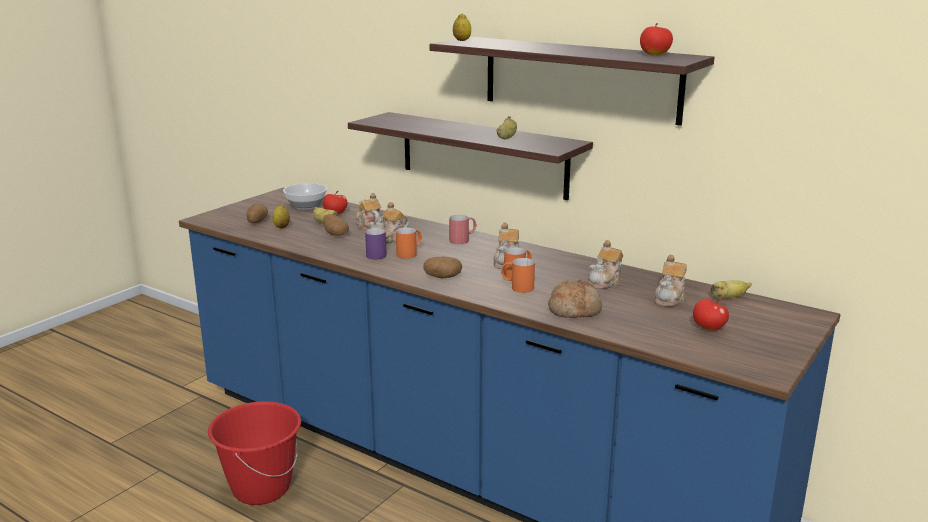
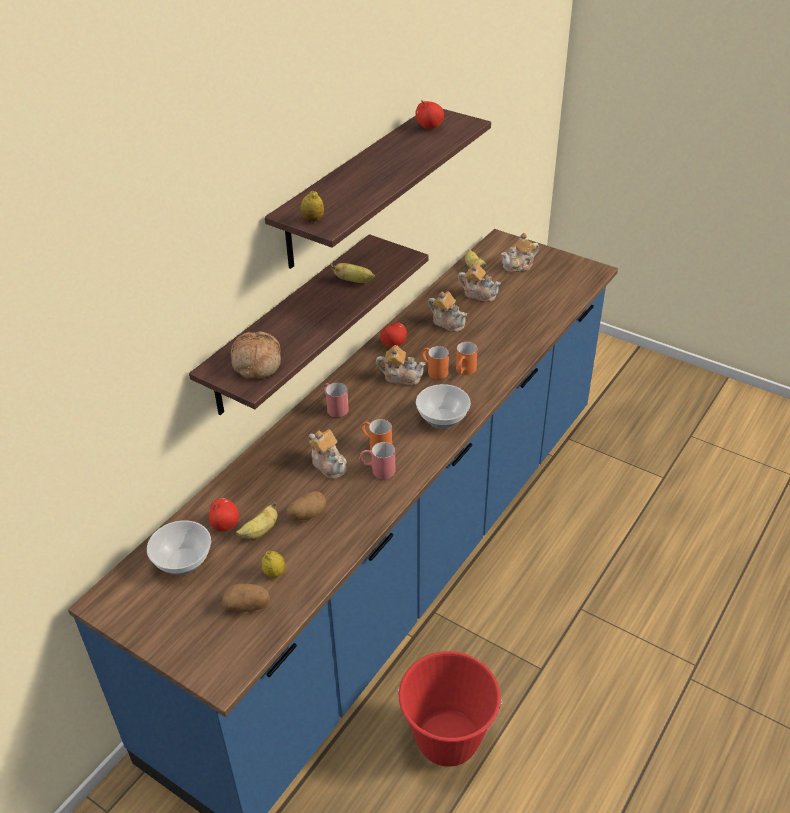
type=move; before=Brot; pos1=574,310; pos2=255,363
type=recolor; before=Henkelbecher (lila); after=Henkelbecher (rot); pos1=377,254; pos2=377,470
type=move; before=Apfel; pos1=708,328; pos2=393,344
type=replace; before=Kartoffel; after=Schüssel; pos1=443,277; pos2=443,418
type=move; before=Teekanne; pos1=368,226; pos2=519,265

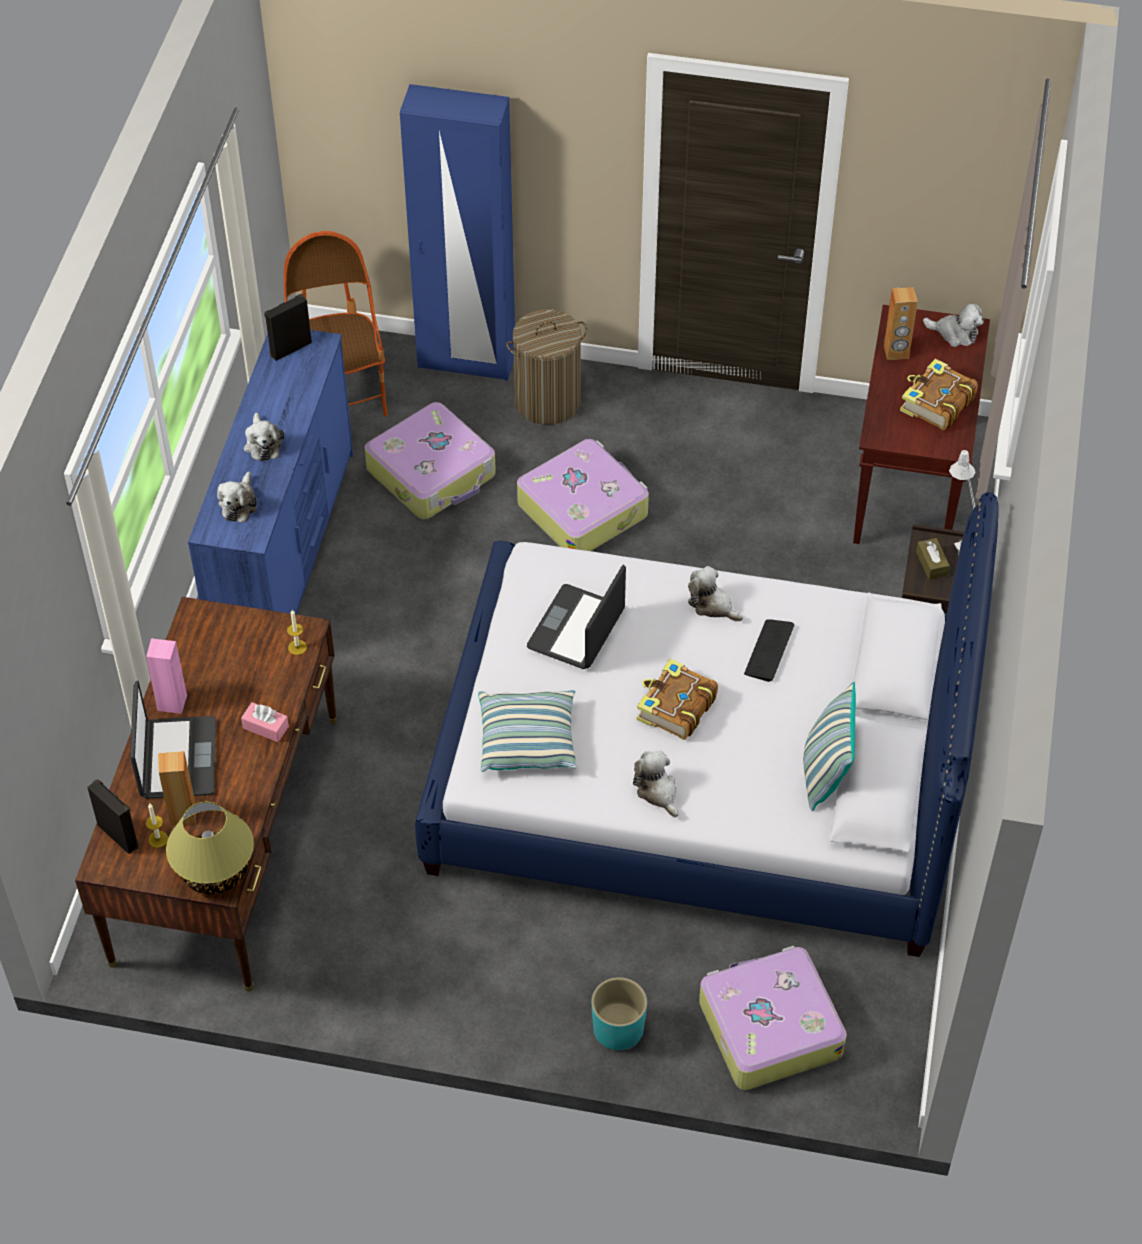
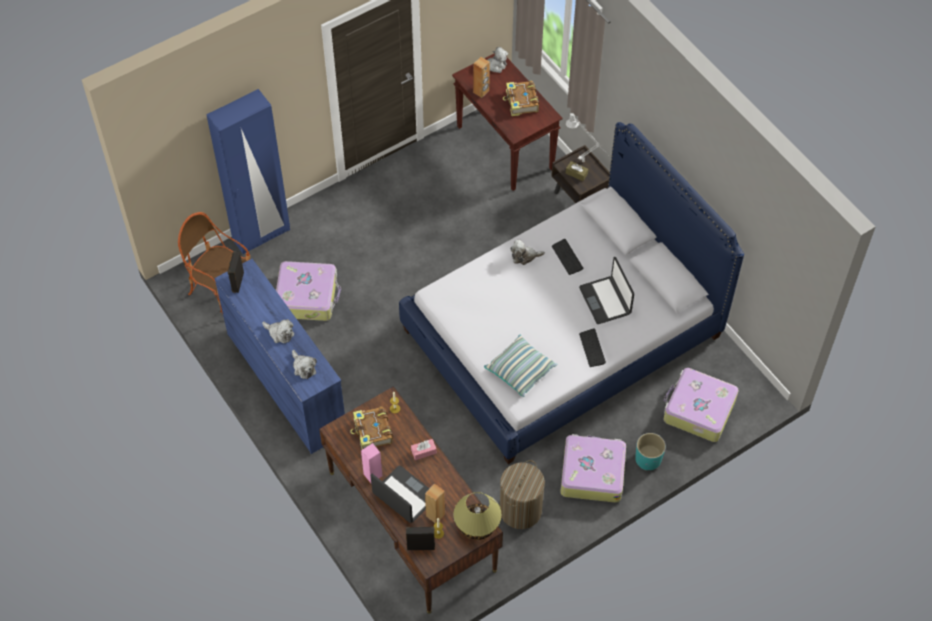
type=move; before=Buch; pos1=675,708; pos2=372,432
type=move; before=Wäschekorb; pos1=547,401; pos2=520,510
type=move; before=Koffer; pos1=583,509; pos2=592,473
type=move; before=Laptop; pos1=577,629; pos2=605,300
type=replace; before=Plüschtier; after=Tastatur; pos1=657,791; pos2=592,348
type=delete; before=Kissen; pos1=825,772

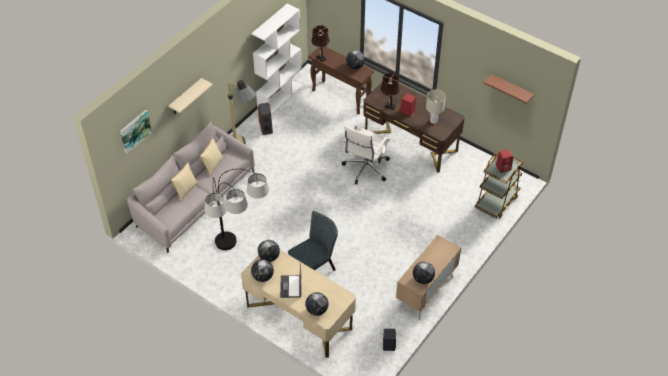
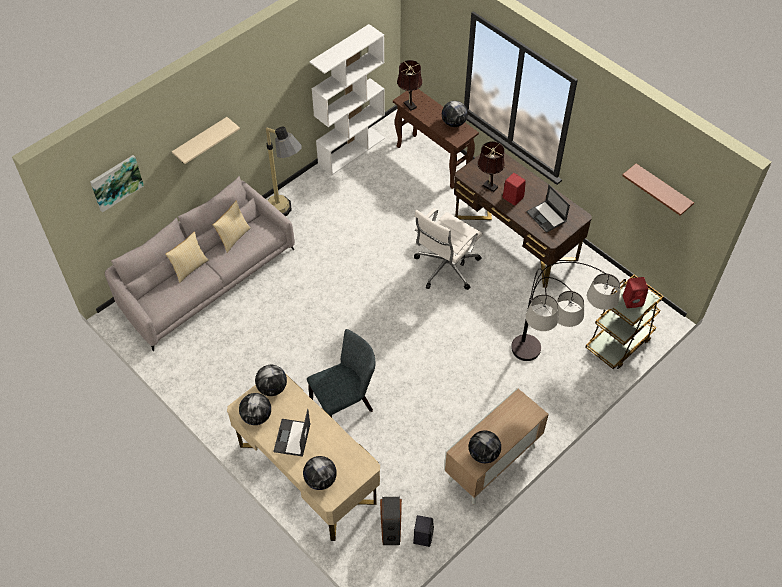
type=move; before=Lautsprecher; pos1=266,127; pos2=391,529
type=move; before=Stehlampe; pos1=238,259; pos2=542,377
type=replace; before=Tischlampe (beige); after=Laptop; pos1=433,121; pos2=546,217

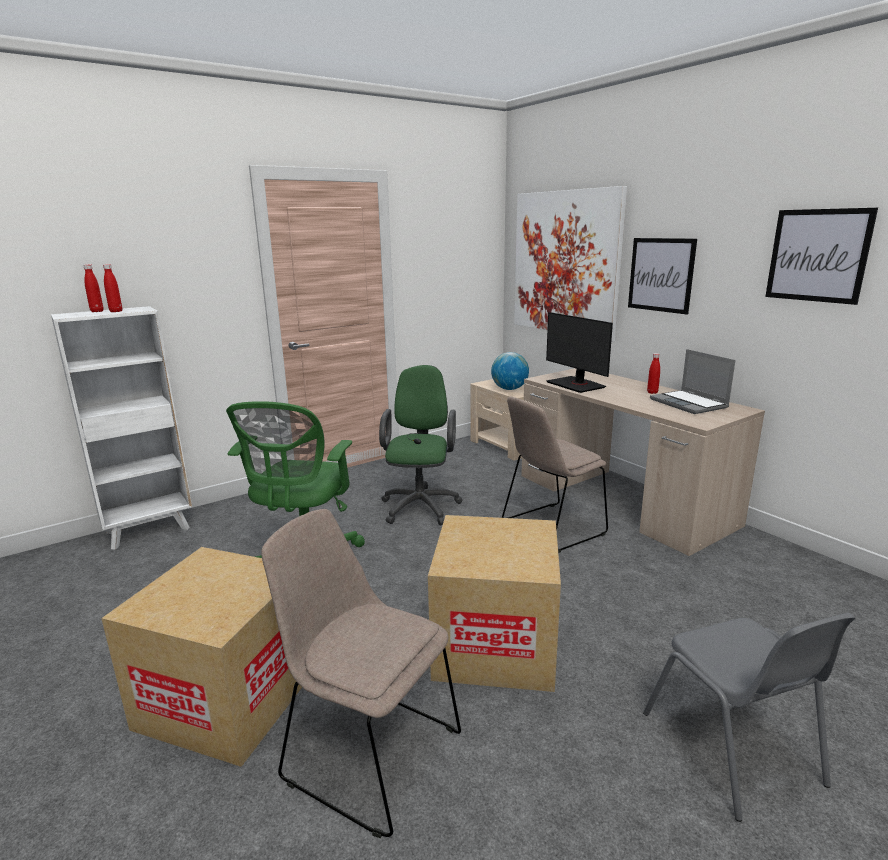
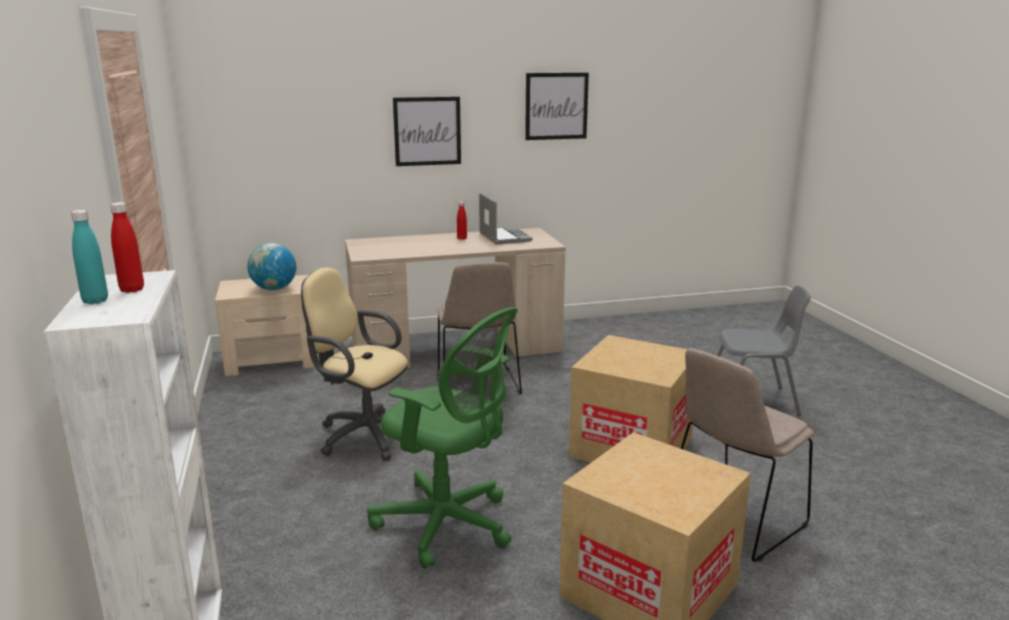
type=recolor; before=Flasche (rot); after=Flasche (türkis); pos1=97,311; pos2=95,301
type=recolor; before=Bürostuhl (grün); after=Bürostuhl (beige); pos1=421,505; pos2=363,435
type=rotate; before=Laptop; pos1=689,404; pos2=503,237; turn=-105
type=delete; before=Bild; pos1=566,263
type=delete; before=Monitor; pos1=576,385

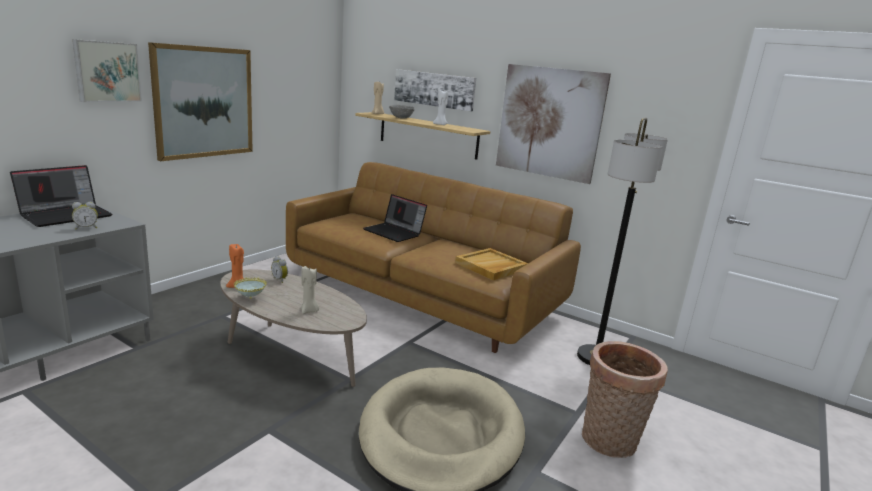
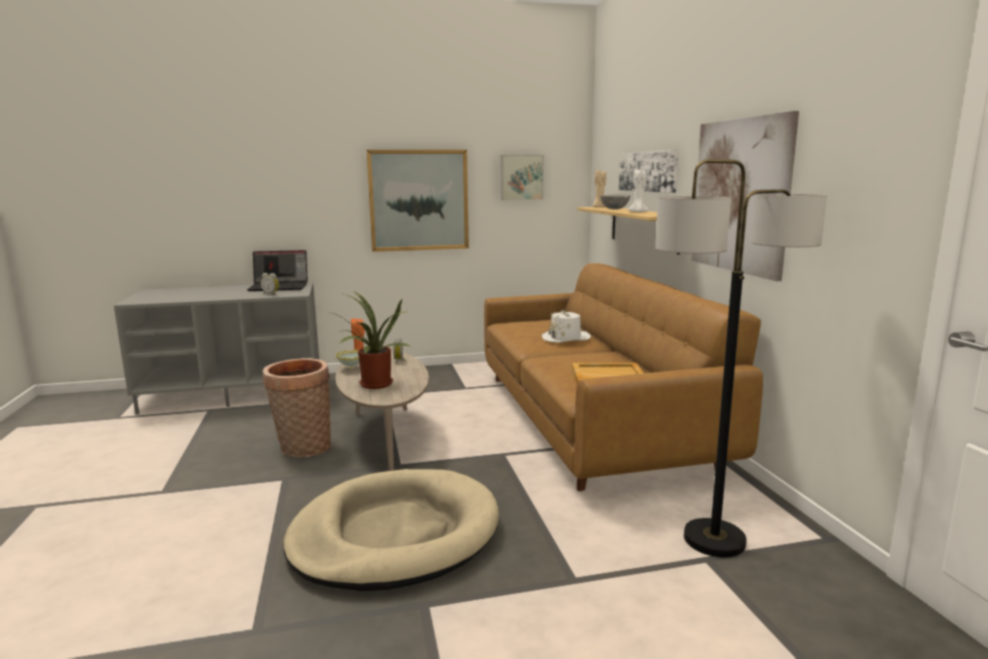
type=move; before=Korb; pos1=609,443; pos2=303,449
type=replace; before=Kerze (beige); after=Topfpflanze; pos1=309,311; pos2=373,385
type=move; before=Bild; pos1=107,71; pos2=521,177
type=replace; before=Laptop; after=Hut (weiß); pos1=394,232; pos2=566,338

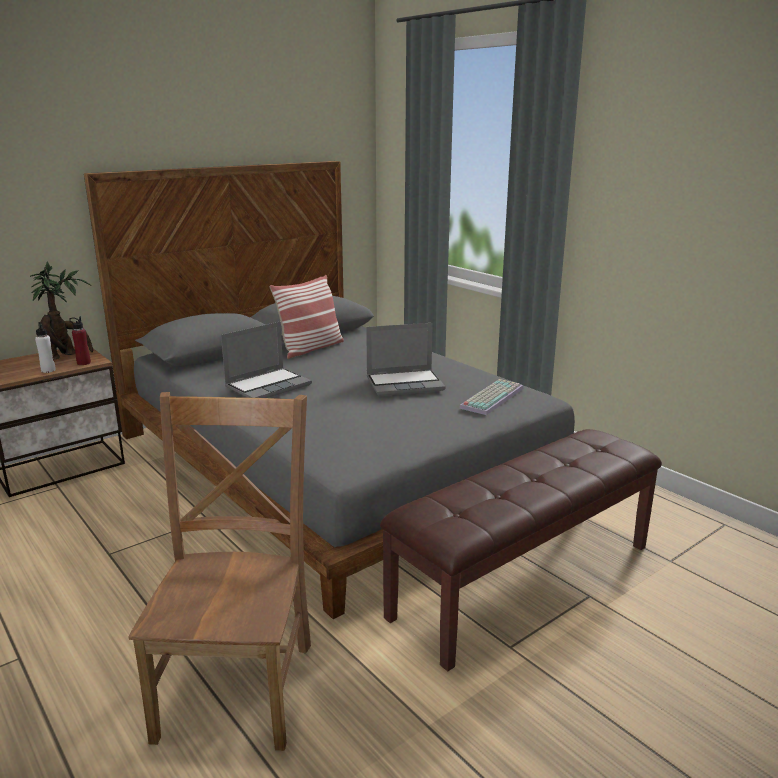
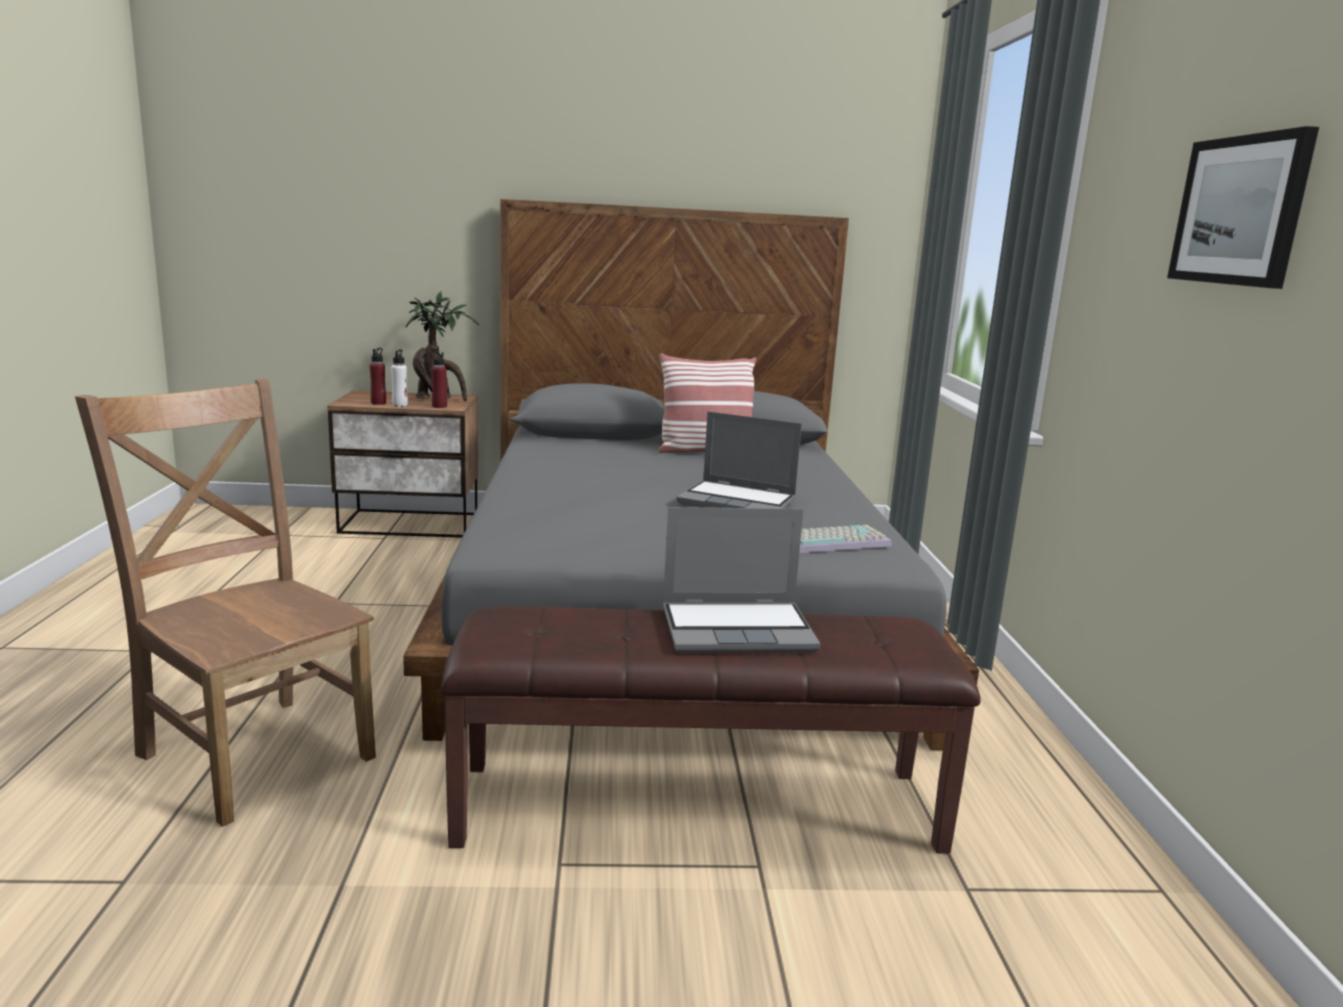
type=rotate; before=Stuhl (braun); pos1=238,684; pos2=253,752; turn=-90
type=insert; after=Flasche (rot); pos2=378,403
type=move; before=Laptop; pos1=268,386; pos2=739,629
type=insert; after=Bild; pos2=1240,211

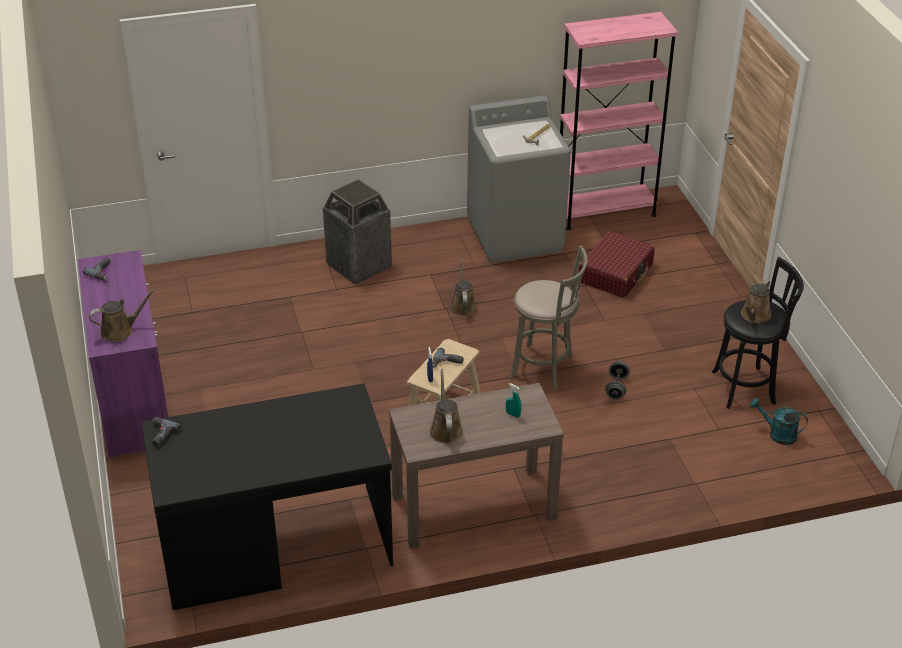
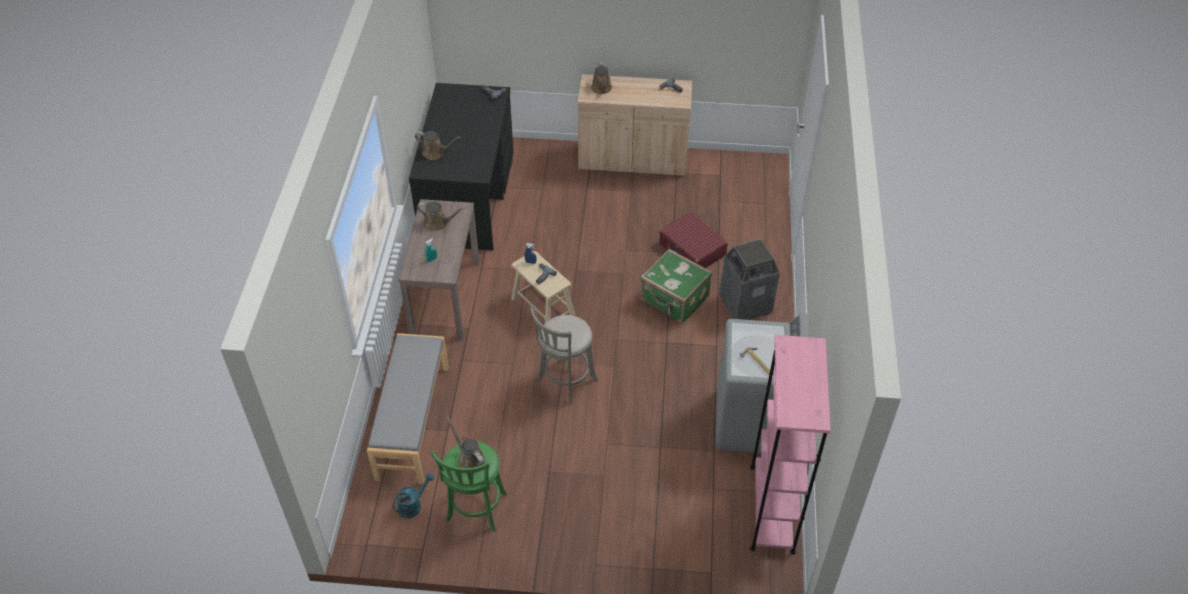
type=insert; after=Bank (grau); pos2=412,422
type=move; before=Gießkanne (braun); pos1=462,305; pos2=435,153
type=recolor; before=Hocker (schwarz); after=Hocker (grün); pos1=747,387; pos2=475,510
type=recolor; before=Schrank (lila); after=Schrank (beige); pos1=134,401; pos2=632,159
type=insert; after=Koffer (grün); pos2=674,300
type=move; before=Koffer (rot); pos1=616,273; pos2=692,250
type=delete; before=Hantel (grau); pos1=616,387

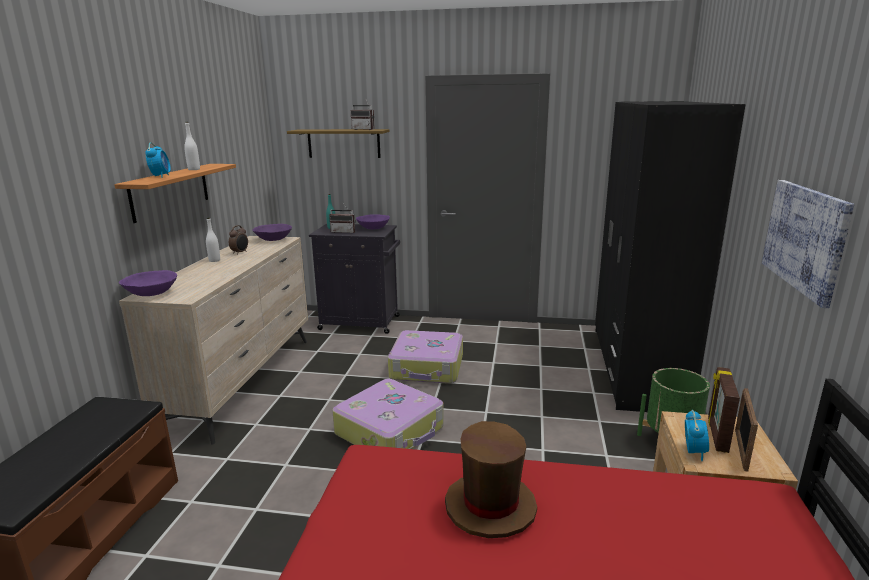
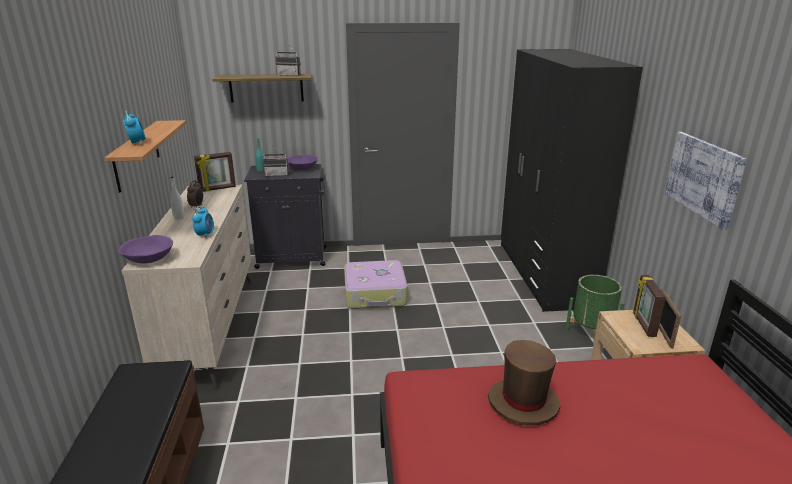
type=move; before=Wecker; pos1=693,451; pos2=205,235
type=replace; before=Schüssel (lila); after=Bilderrahmen; pos1=273,239; pos2=217,189
type=delete; before=Flasche (weiß); pos1=194,169
type=delete; before=Koffer; pos1=391,431

